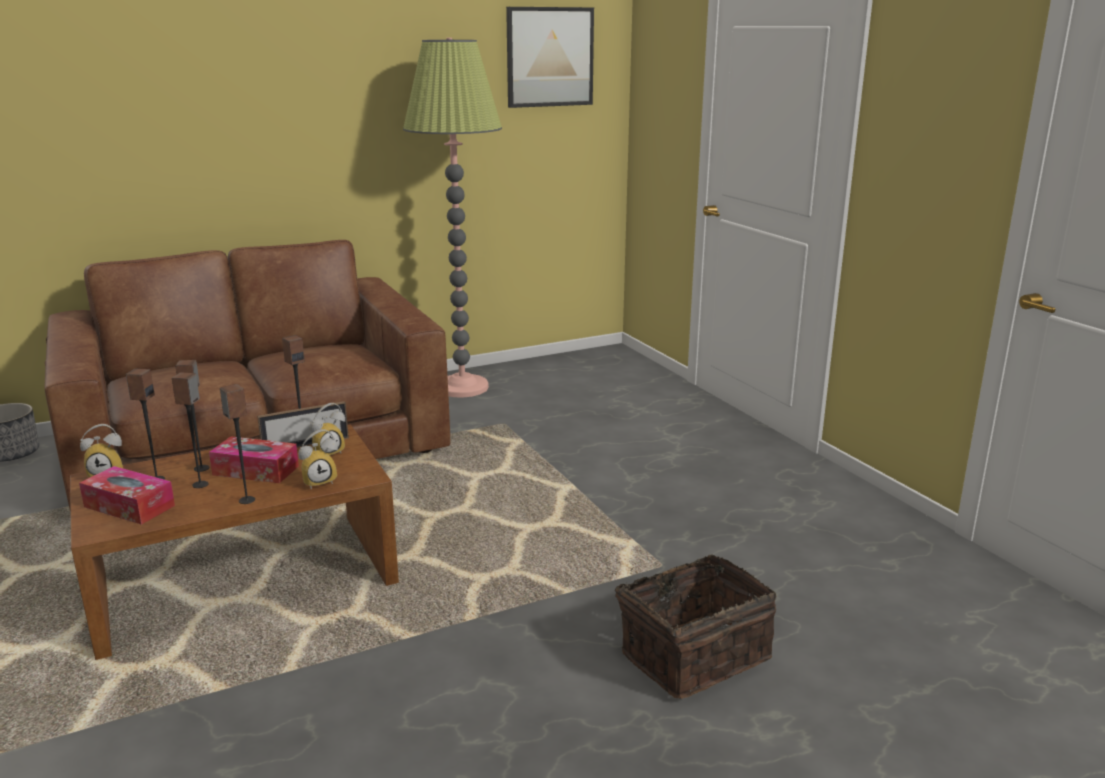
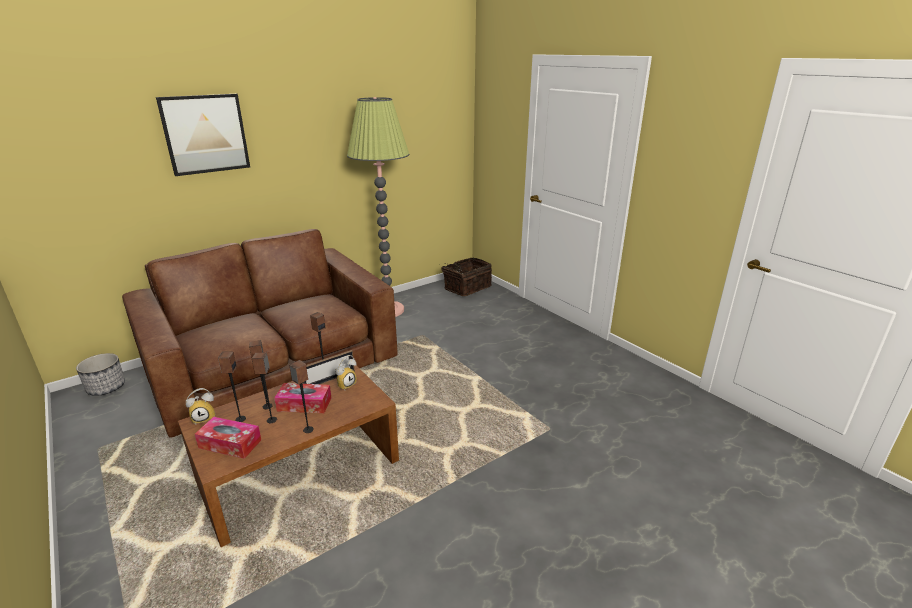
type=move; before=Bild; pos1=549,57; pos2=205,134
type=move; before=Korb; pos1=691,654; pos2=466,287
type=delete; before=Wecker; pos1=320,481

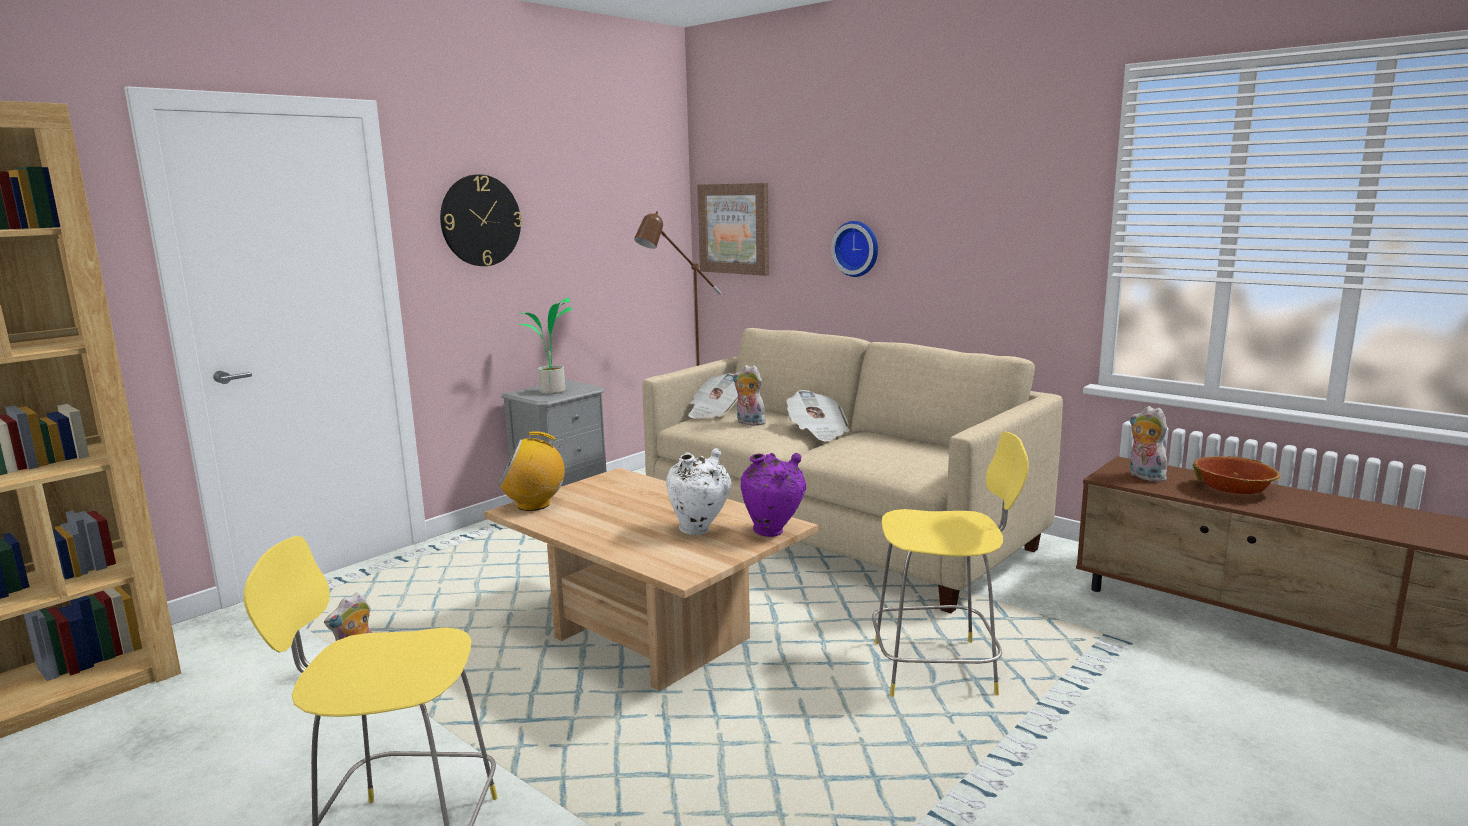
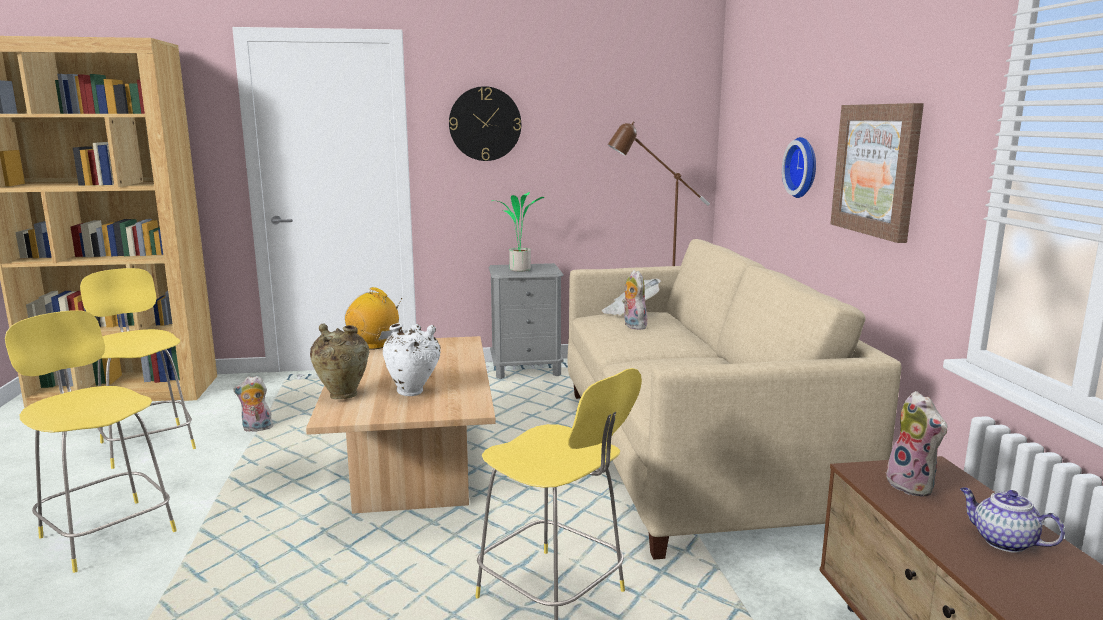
type=insert; after=Hocker (gelb); pos2=147,444
type=insert; after=Vase (beige); pos2=343,395
type=move; before=Bild; pos1=734,228; pos2=876,169
type=rotate; before=Plüschtier; pos1=1144,476; pos2=913,486; turn=150
type=replace; before=Schüssel; after=Teekanne; pos1=1233,489; pos2=1003,541
type=delete; before=Vase (lila); pos1=773,532
type=delete; before=Zeitung; pos1=817,432

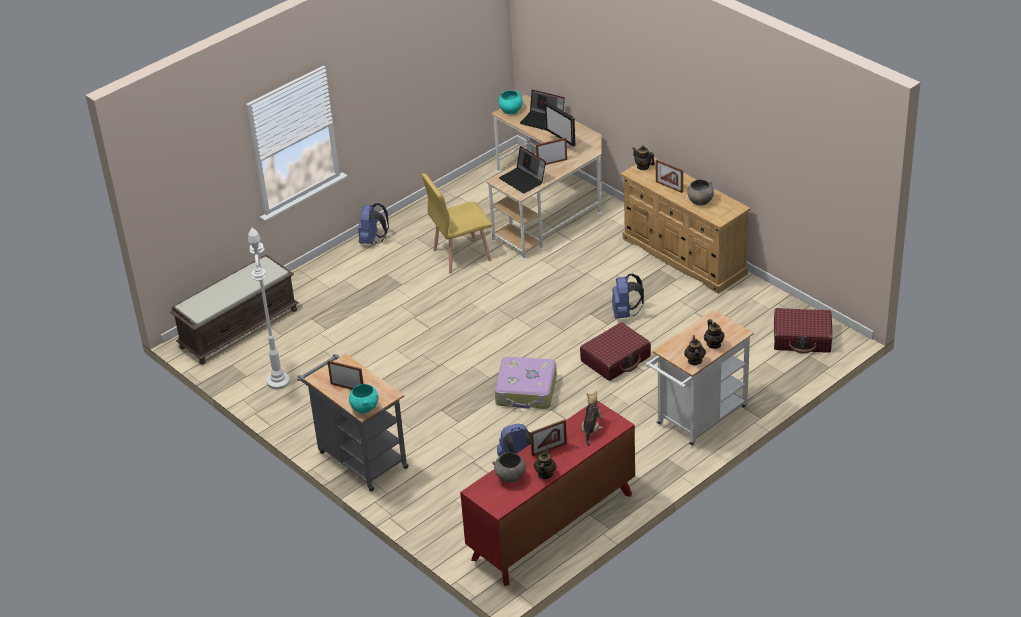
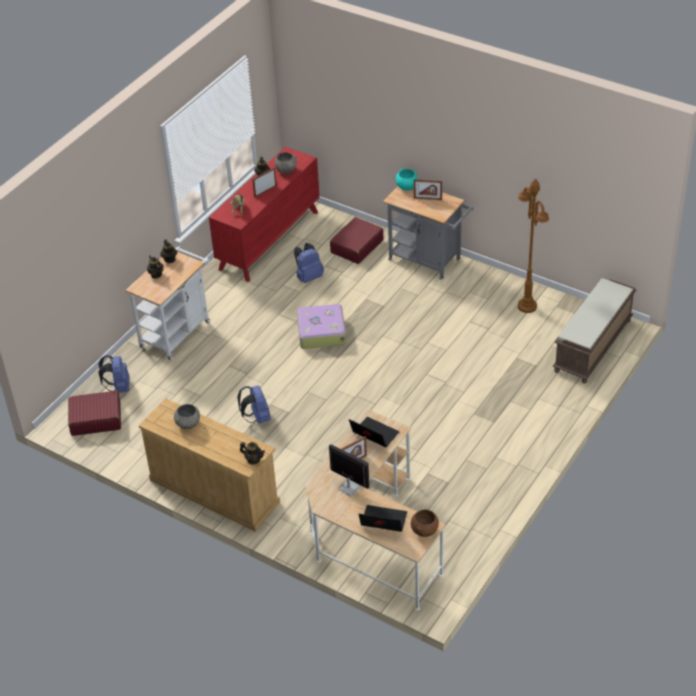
type=move; before=Rucksack (blau); pos1=373,240; pos2=118,387
type=move; before=Koffer (rot); pos1=616,359; pos2=356,246
type=recolor; before=Schüssel (türkis); after=Schüssel (braun); pos1=510,111; pos2=425,531
type=recolor; before=Stehlampe (weiß); after=Stehlampe (braun); pos1=278,382; pos2=527,306
type=delete; before=Stuhl (gelb); pos1=461,255
type=delete; before=Bilderrahmen; pos1=669,187

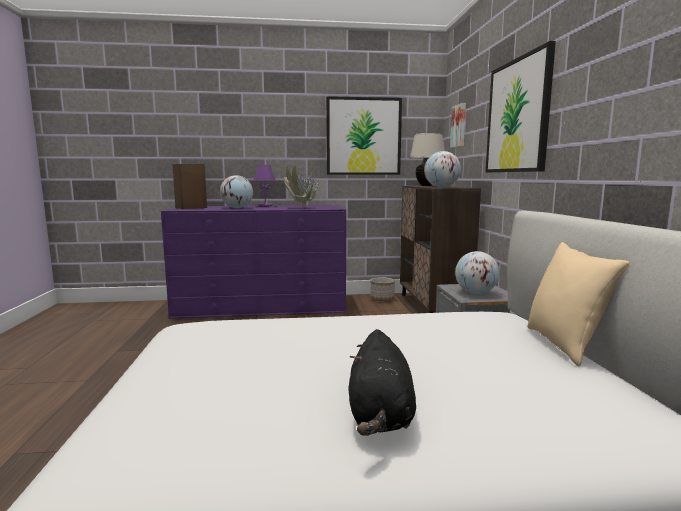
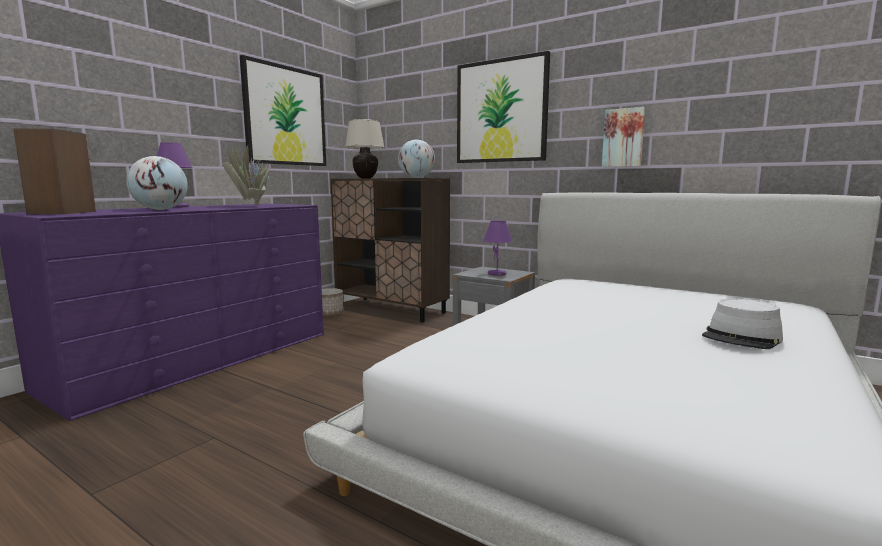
type=replace; before=Globus; after=Tischlampe (lila); pos1=475,293; pos2=497,274
type=move; before=Bild; pos1=459,126; pos2=623,138
type=replace; before=Plüschtier (schwarz); after=Hut (grau); pos1=380,416; pos2=742,337
type=delete; before=Kissen (beige); pos1=564,345

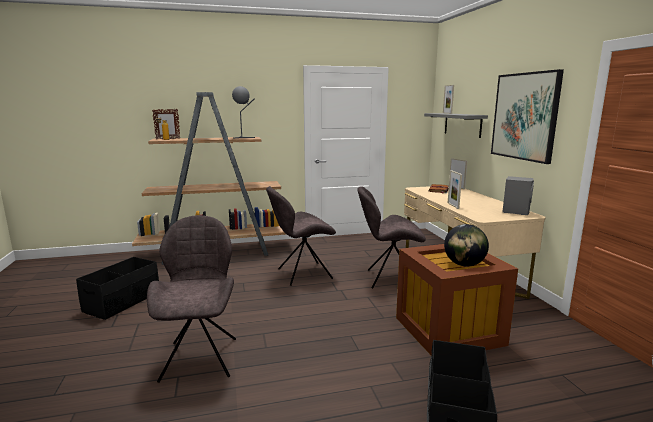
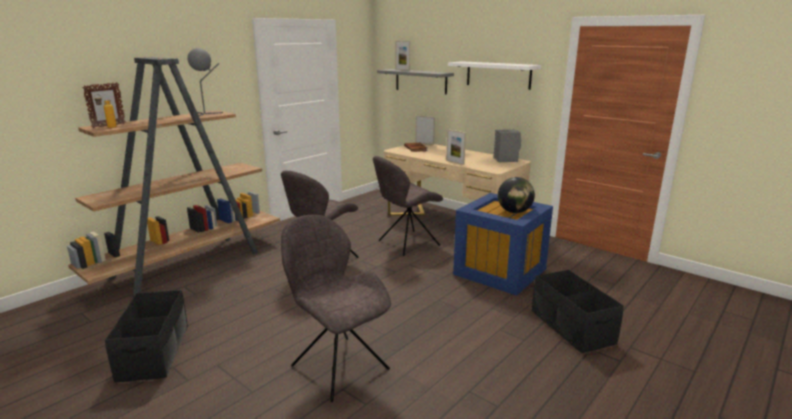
type=replace; before=Bild; after=Wandregal (weiß); pos1=524,116; pos2=498,75
type=recolor; before=Aufbewahrungsbox (braun); after=Aufbewahrungsbox (blau); pos1=450,331; pos2=501,271

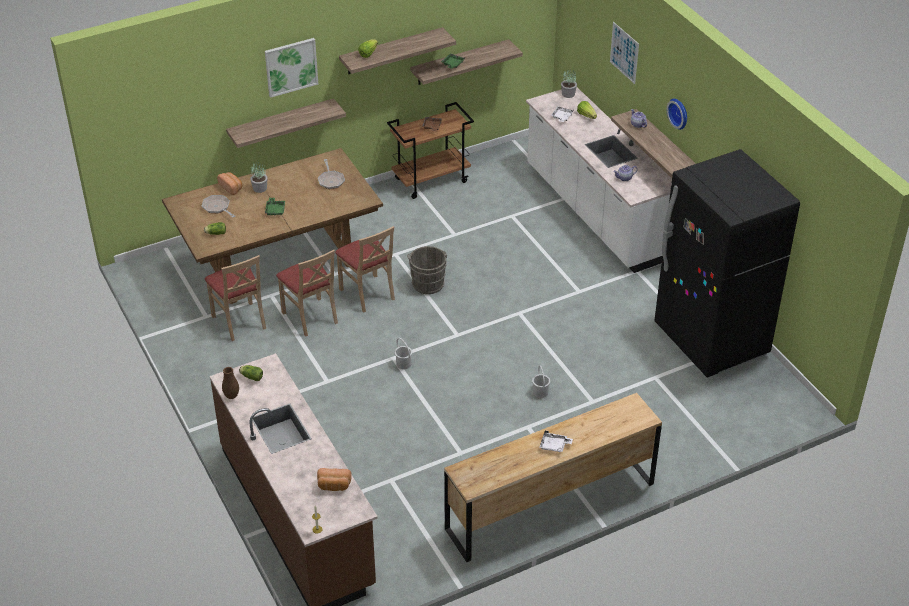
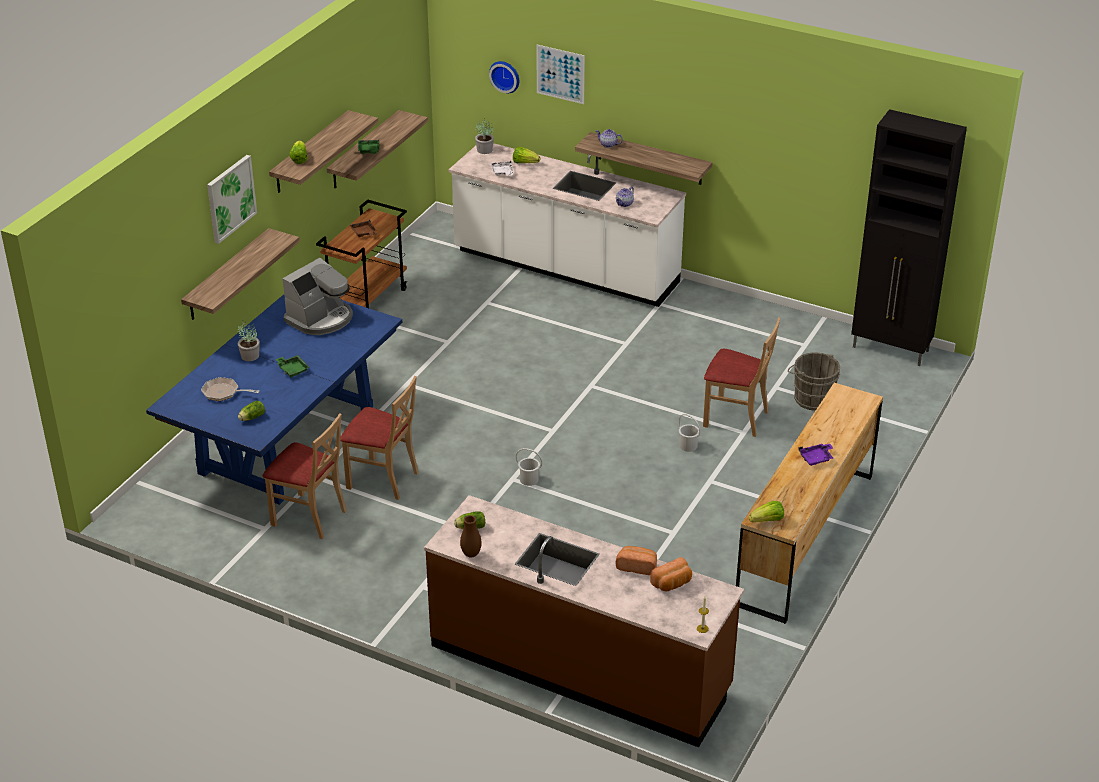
type=recolor; before=Esstisch (braun); after=Esstisch (blau); pos1=279,261; pos2=288,441
type=replace; before=Pfanne; after=Kaffeemaschine; pos1=331,180; pos2=320,319
type=move; before=Wanduhr; pos1=679,113; pos2=505,76
type=move; before=Brot; pos1=231,187; pos2=637,566
type=move; before=Stuhl (beige); pos1=367,293; pos2=736,418
type=insert; after=Salatkopf; pos2=767,521
type=move; before=Eimer (grau); pos1=428,282; pos2=811,398
type=recolor; before=Tablett (weiß); after=Tablett (lila); pos1=554,446; pos2=816,458
type=insert; after=Schrank (schwarz); pos2=891,349
type=delete; before=Kühlschrank (schwarz); pos1=711,340

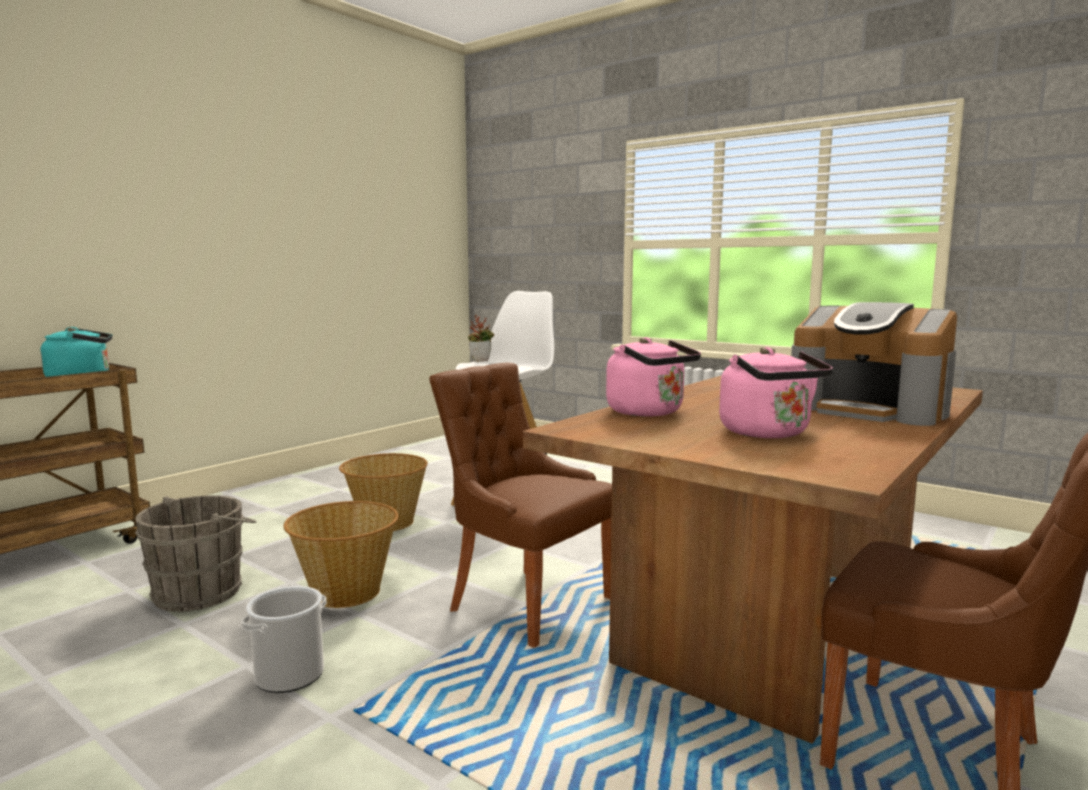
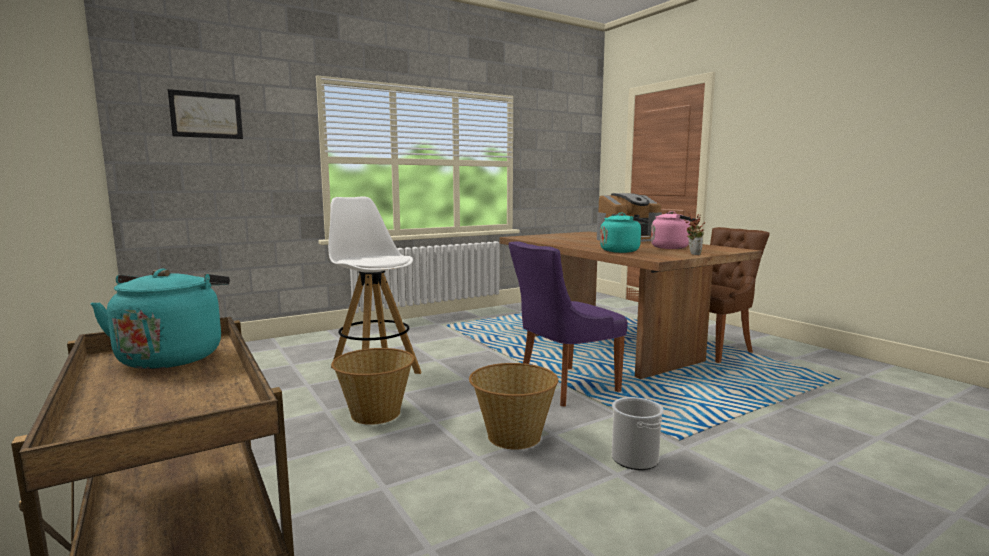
type=insert; after=Bild; pos2=206,115
type=recolor; before=Stuhl (braun); after=Stuhl (lila); pos1=526,602; pos2=563,387
type=recolor; before=Wasserkessel (rosa); after=Wasserkessel (türkis); pos1=649,412; pos2=622,251
type=move; before=Topfpflanze; pos1=481,361; pos2=692,254
type=delete; before=Eimer (grau); pos1=203,591

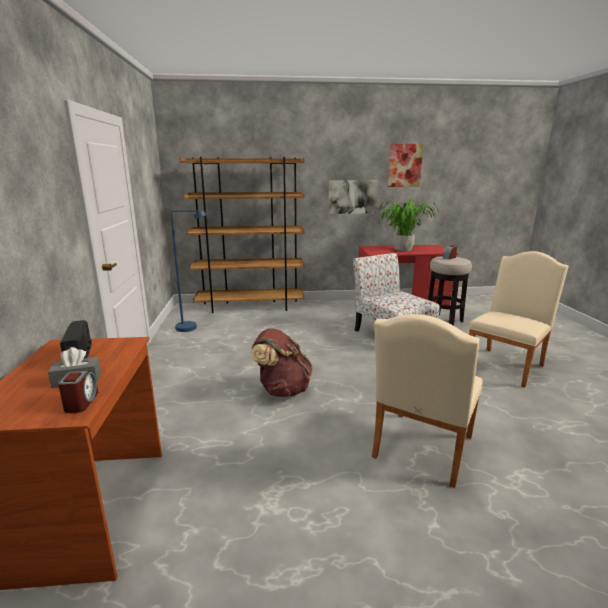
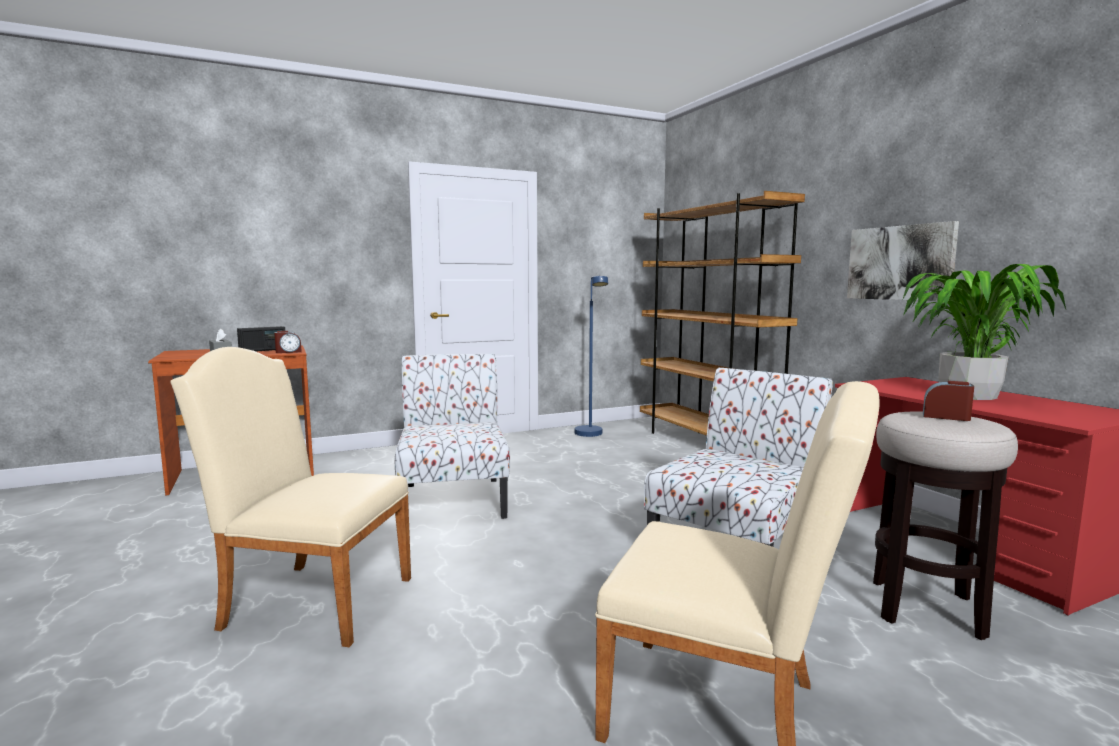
type=move; before=Wecker; pos1=81,402; pos2=288,352
type=replace; before=Rucksack (braun); after=Stuhl; pos1=282,390; pos2=453,499
type=delete; before=Bild; pos1=404,165

